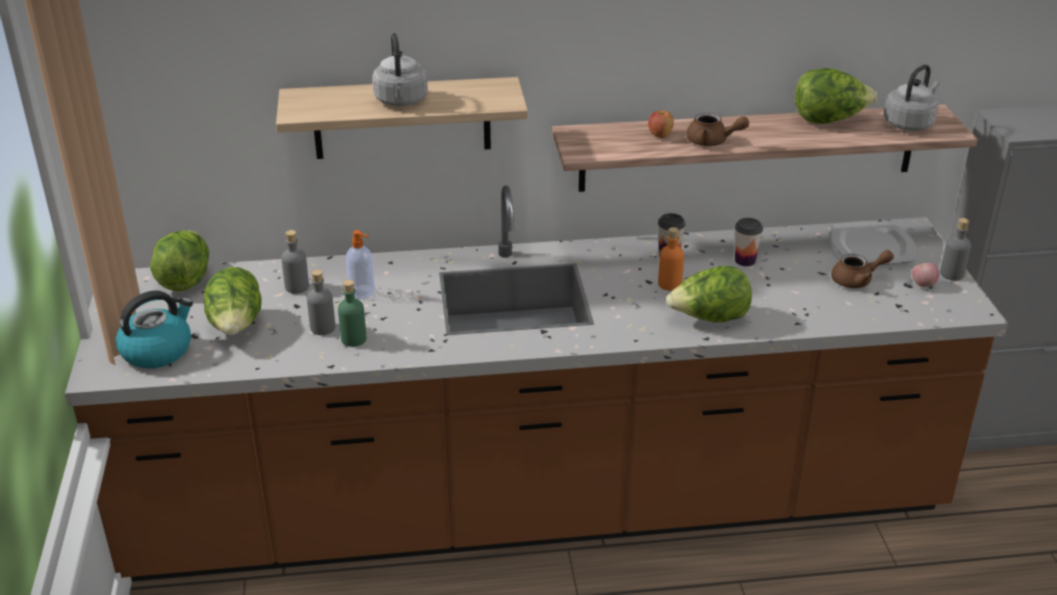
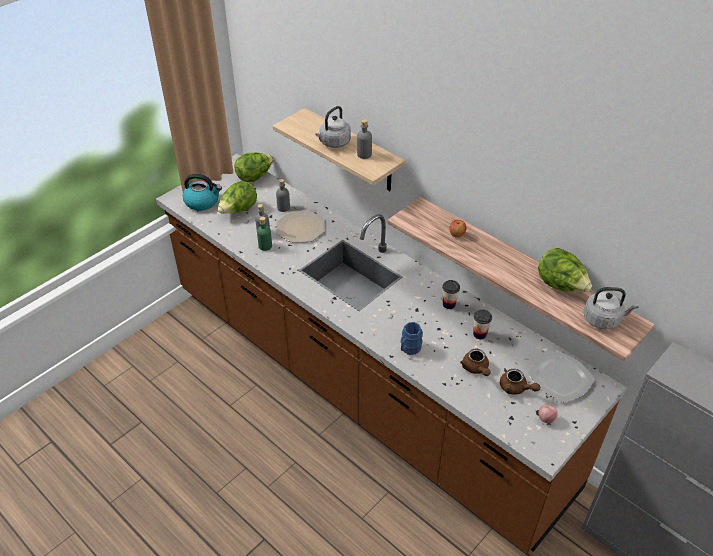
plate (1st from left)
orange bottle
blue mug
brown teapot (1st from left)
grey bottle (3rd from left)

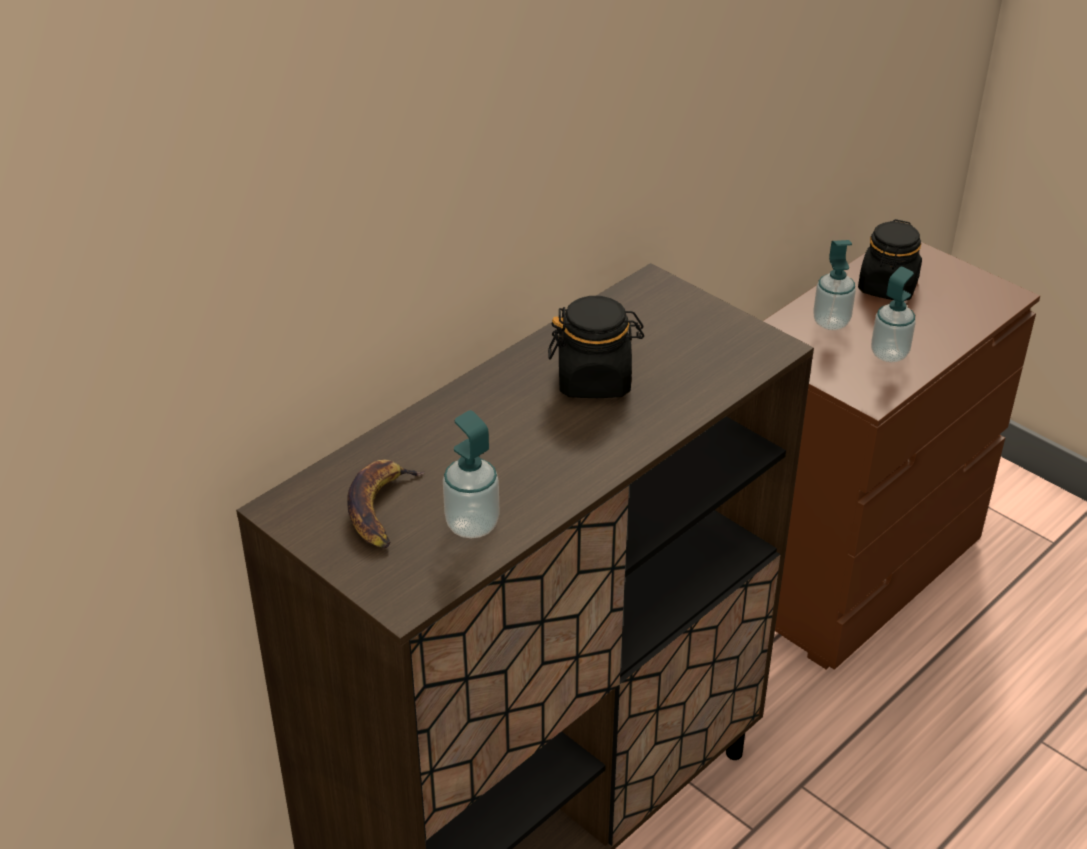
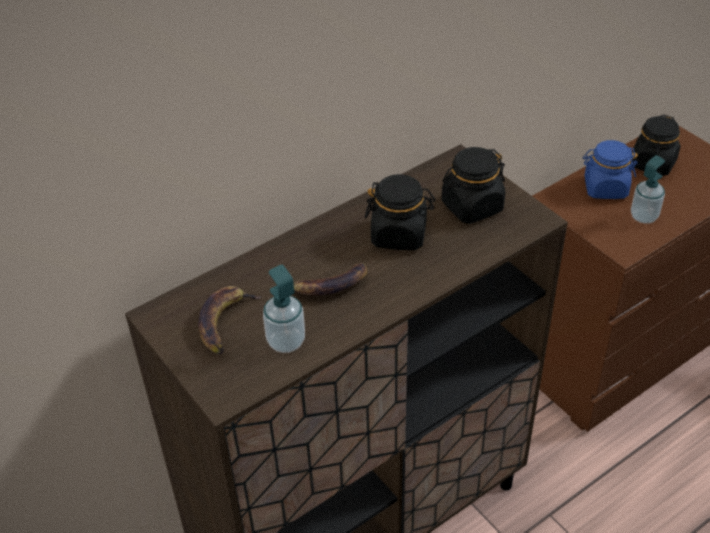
blue jar
banana (2nd from left)
black jar (2nd from left)

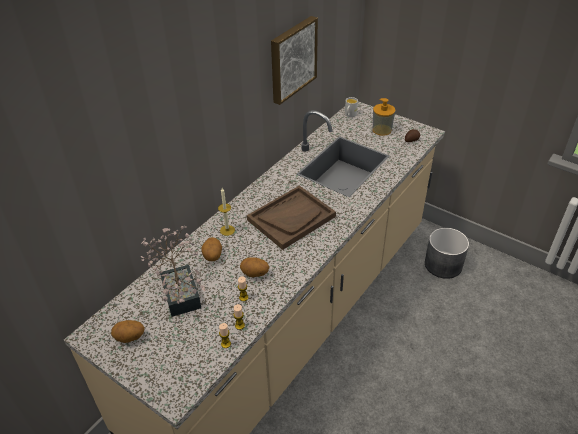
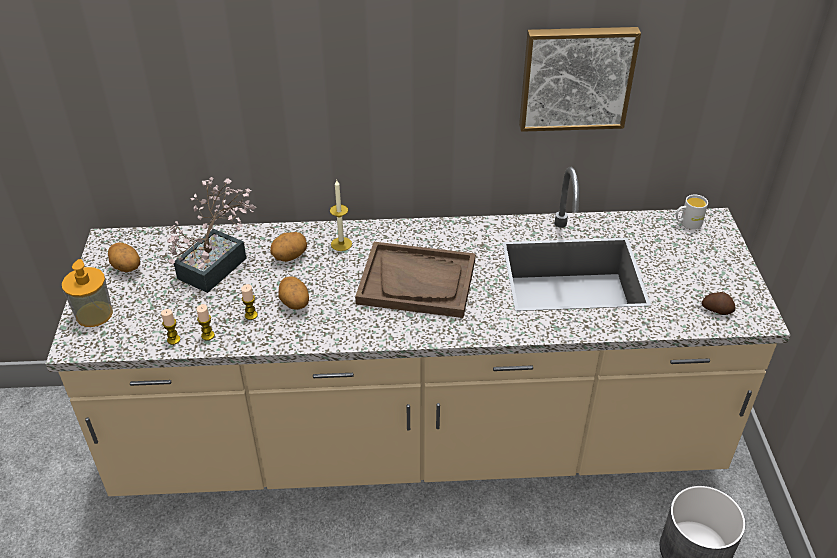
soap dispenser

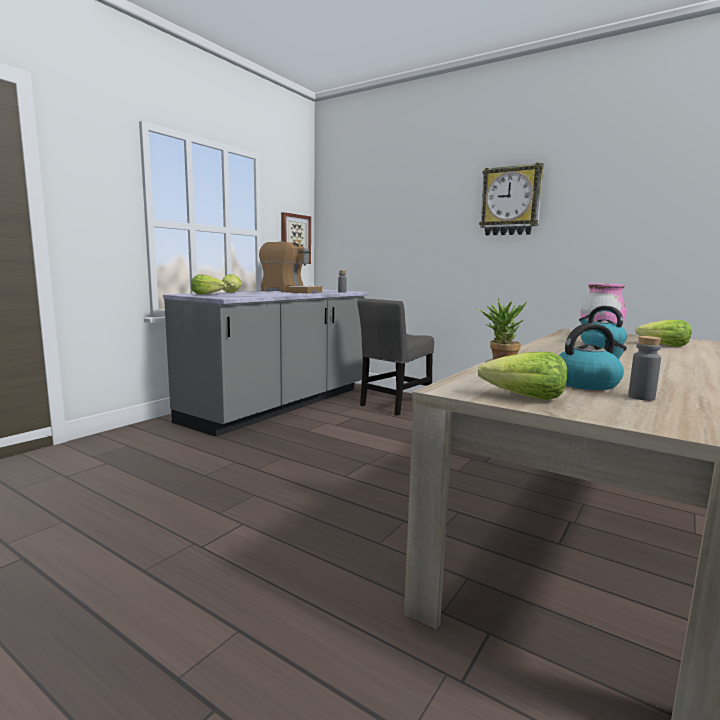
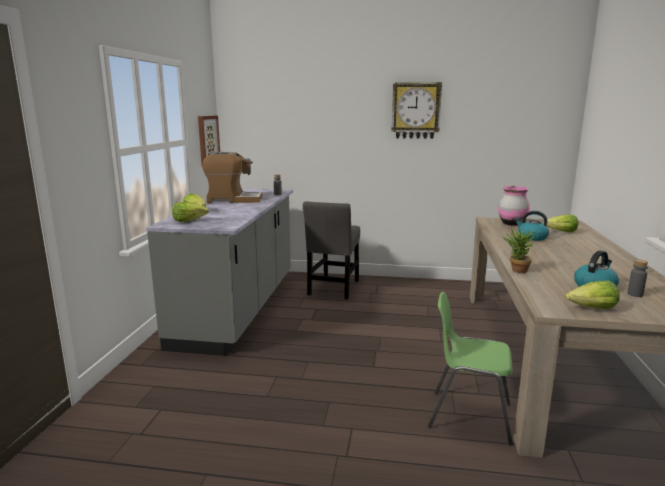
green chair

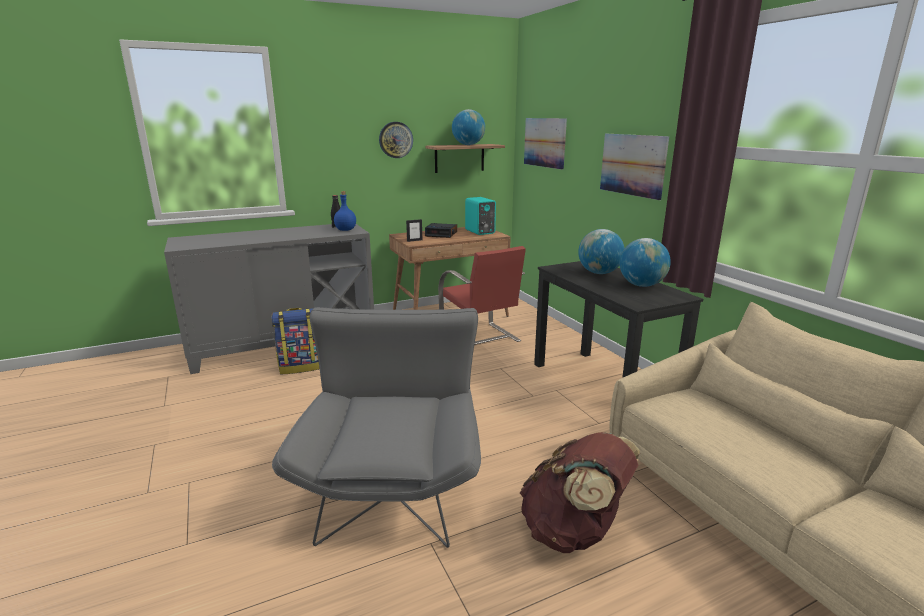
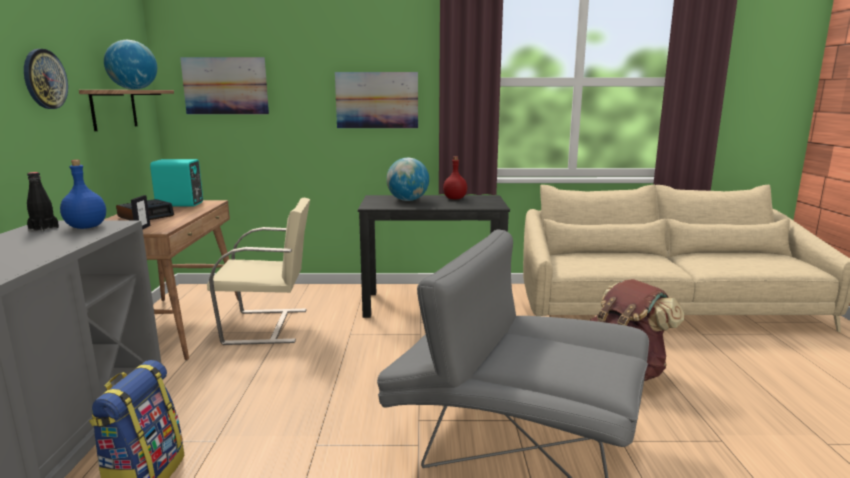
beige chair
red bottle

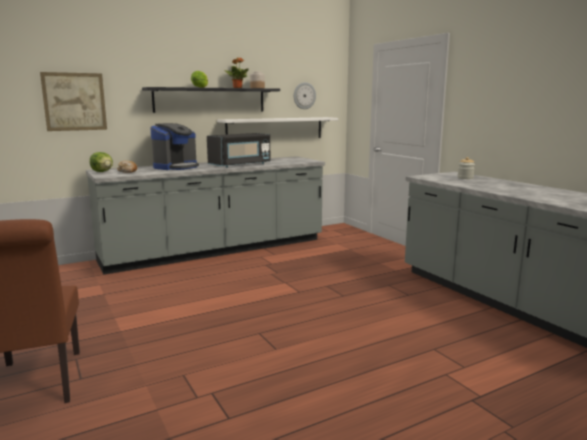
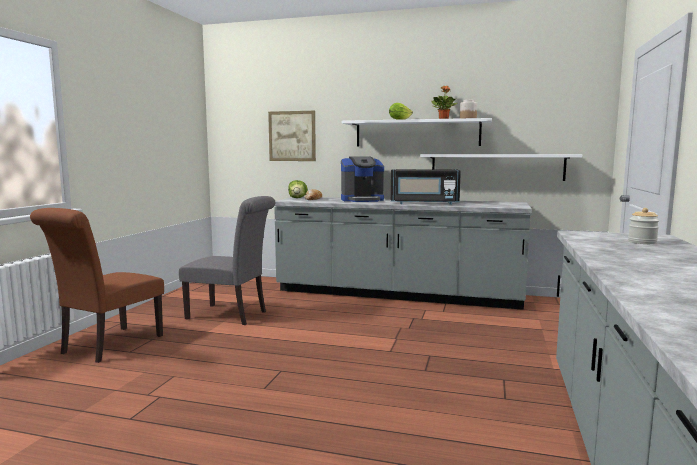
white shelf (1st from left)
wall clock
grey chair

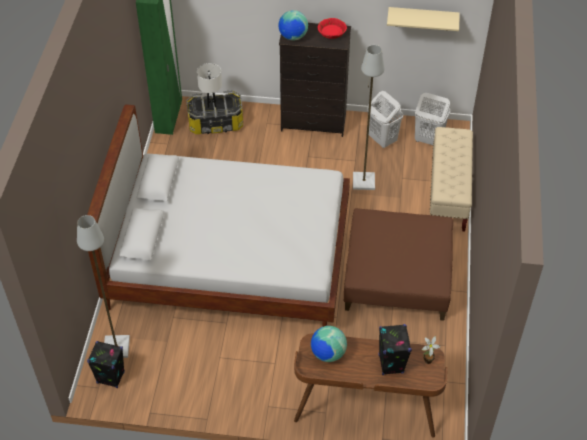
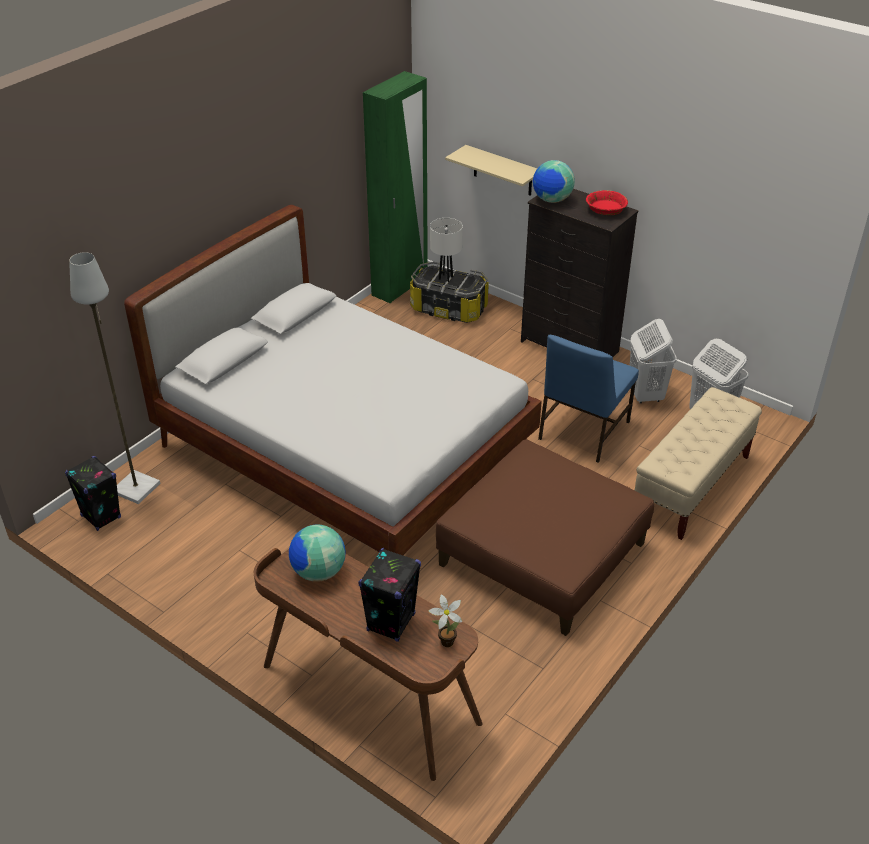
blue chair
beige shelf

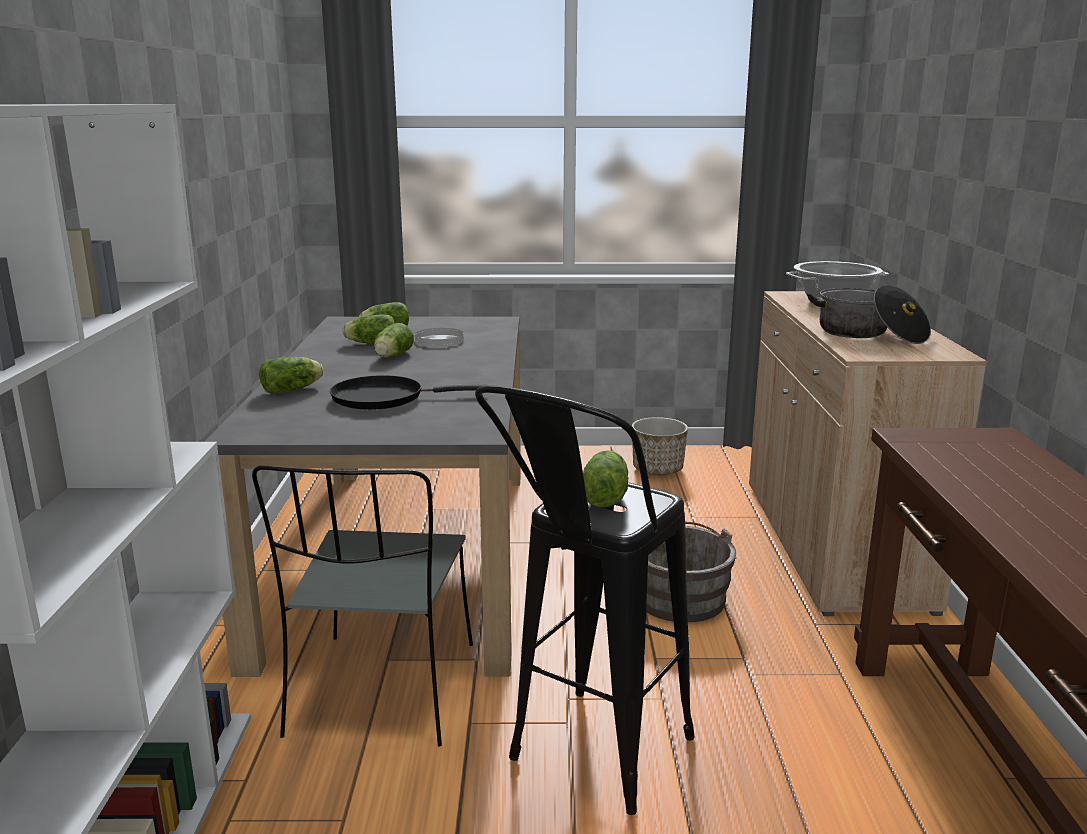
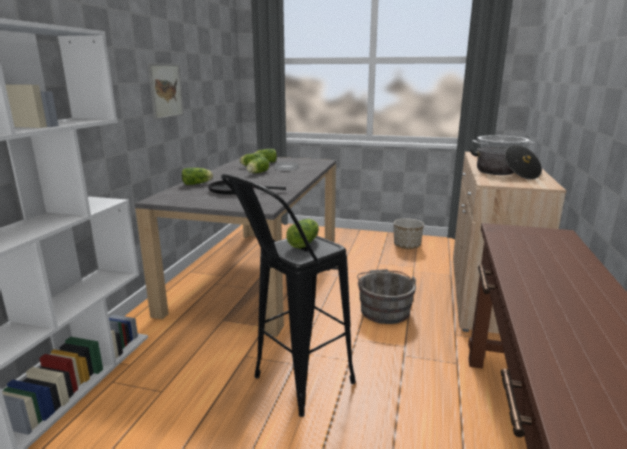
grey chair
picture

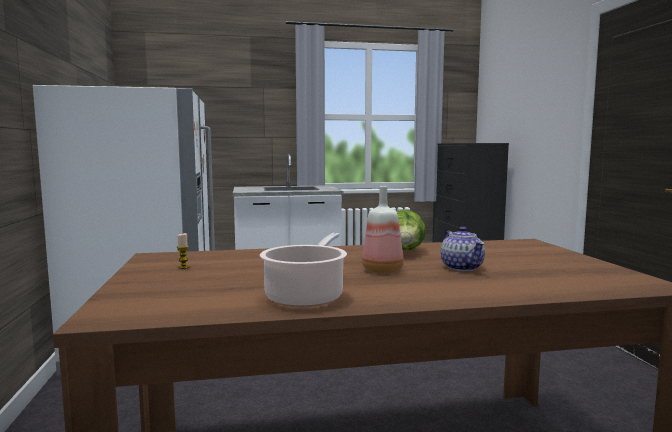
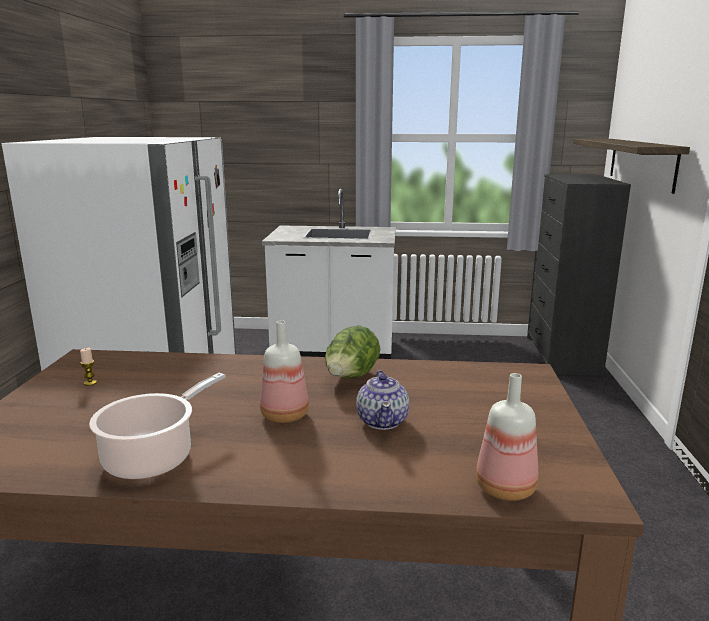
bottle (2nd from left)
shelf

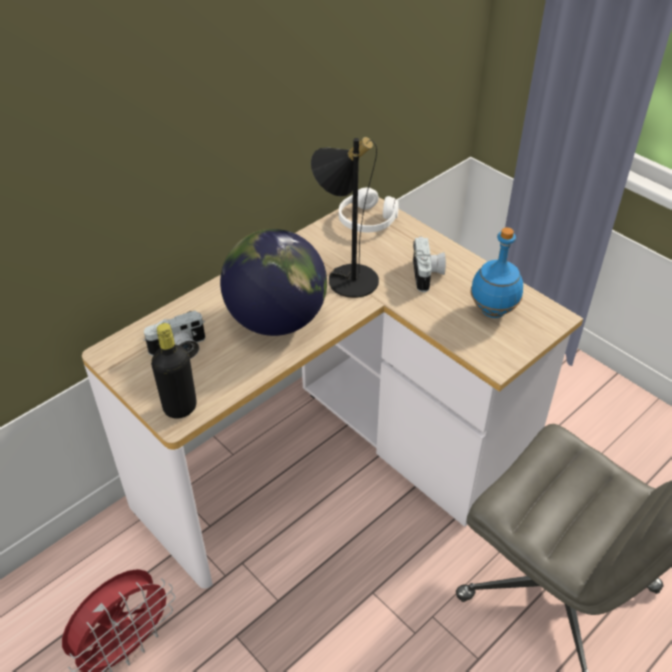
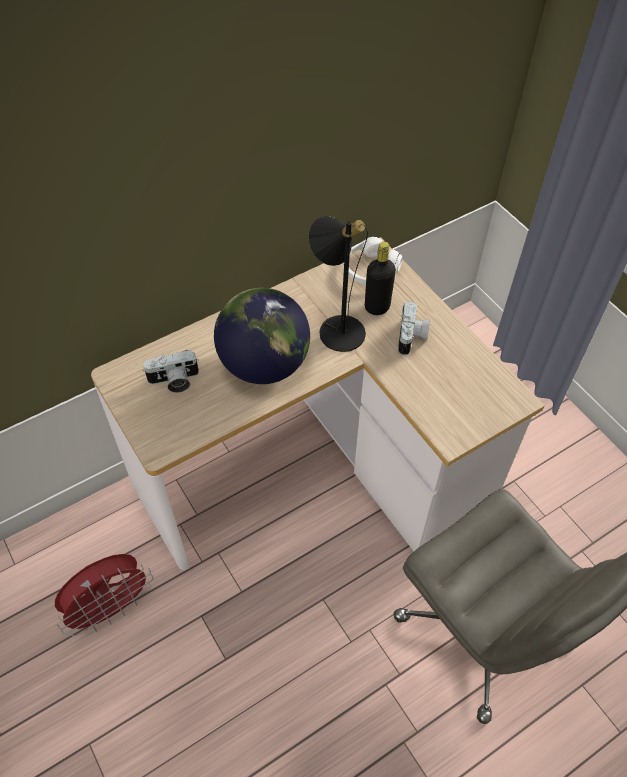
black bottle
blue bottle

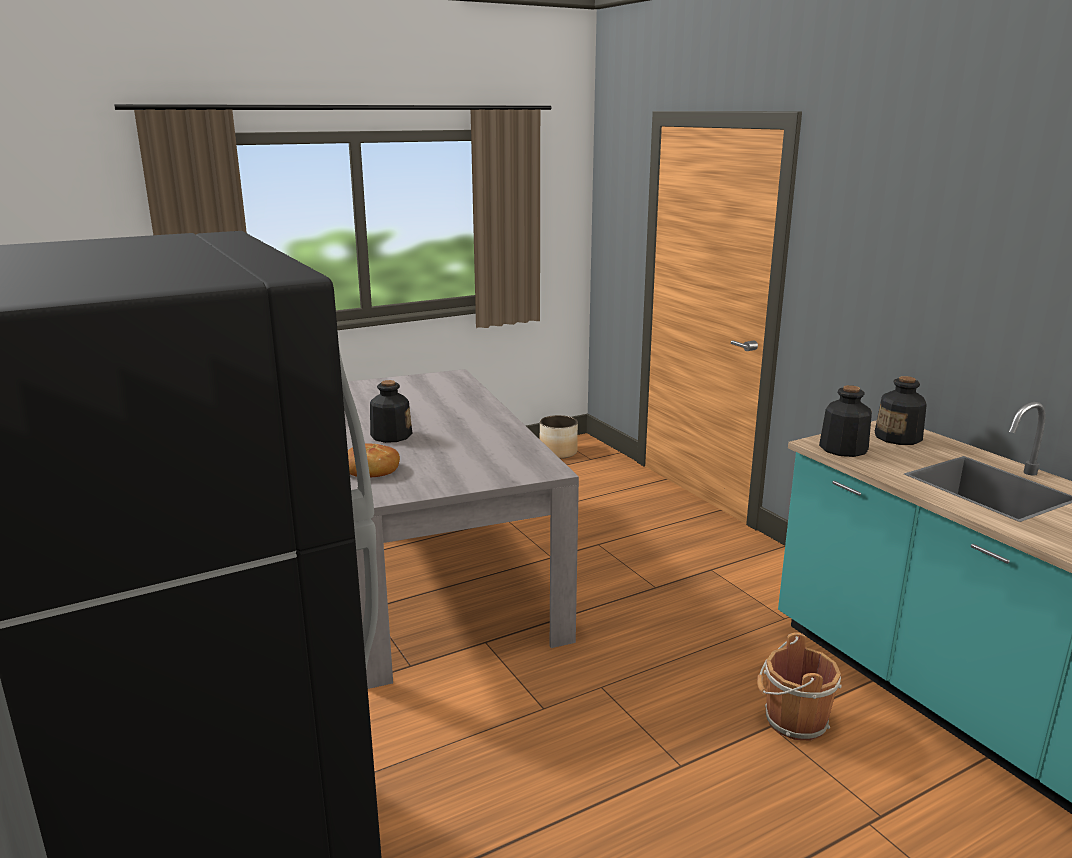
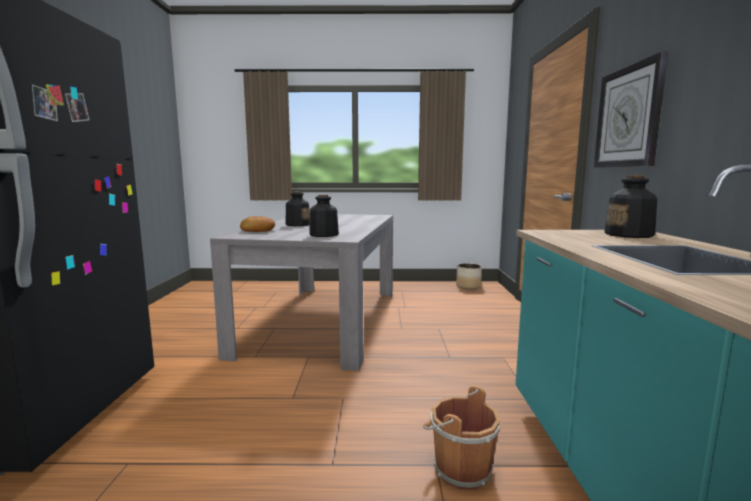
bottle (2nd from left)
wall clock

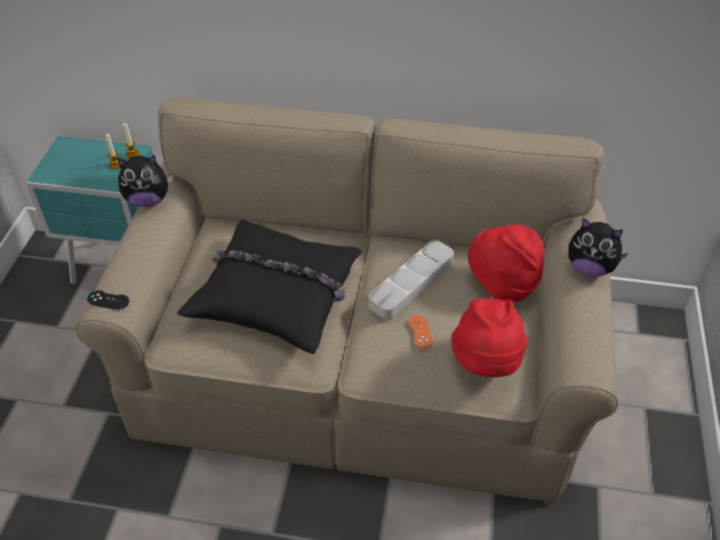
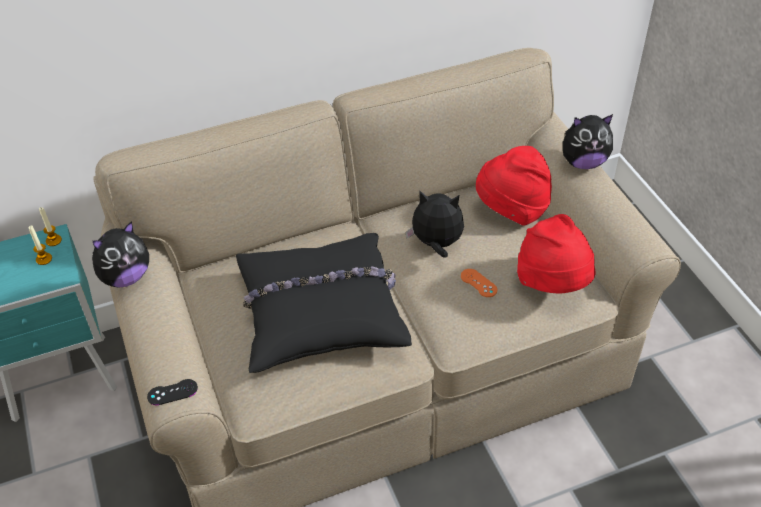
plush toy (2nd from left)

